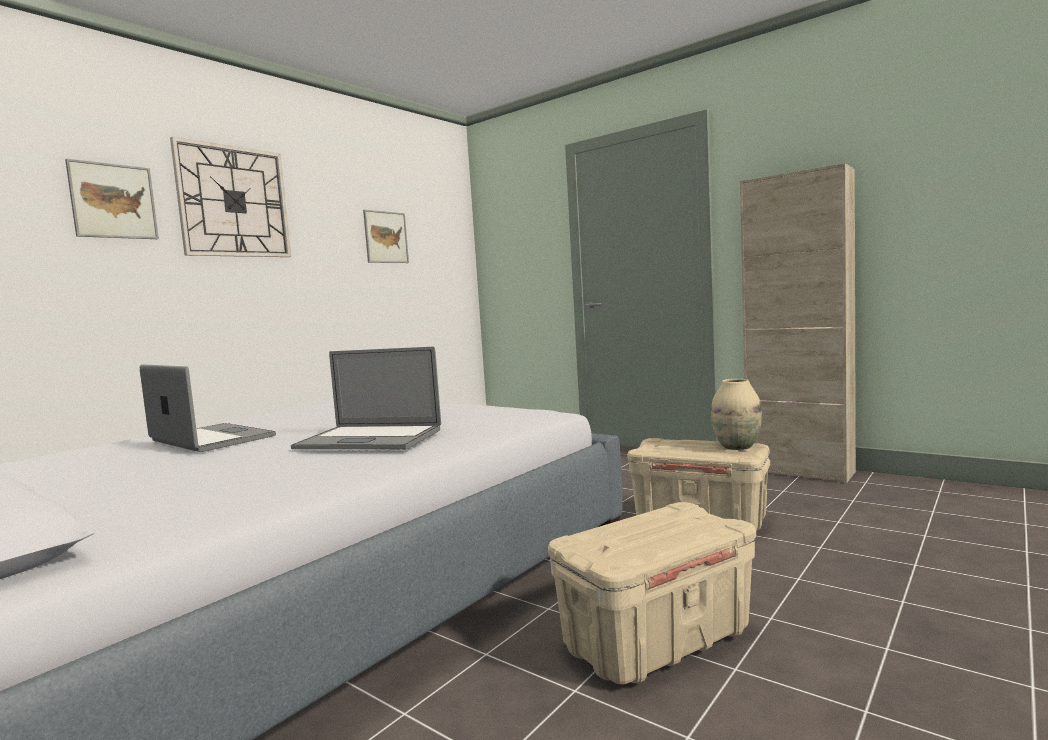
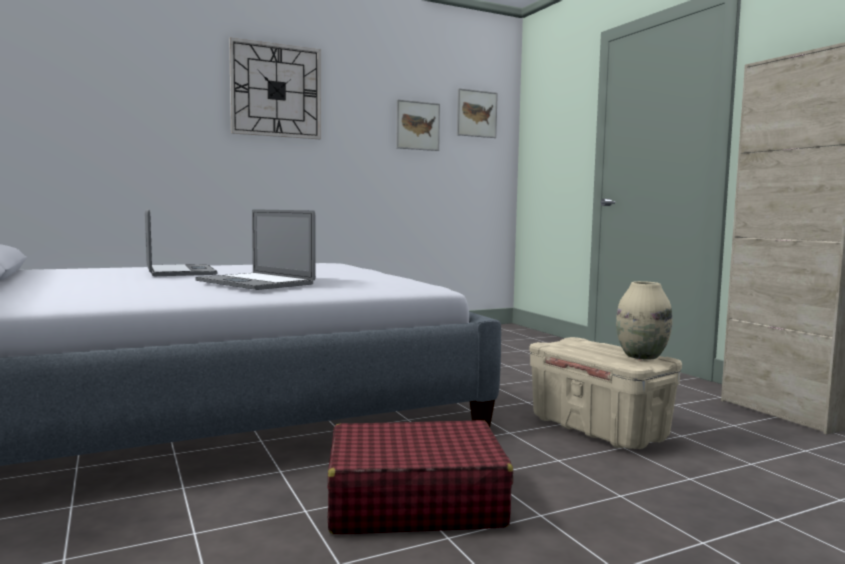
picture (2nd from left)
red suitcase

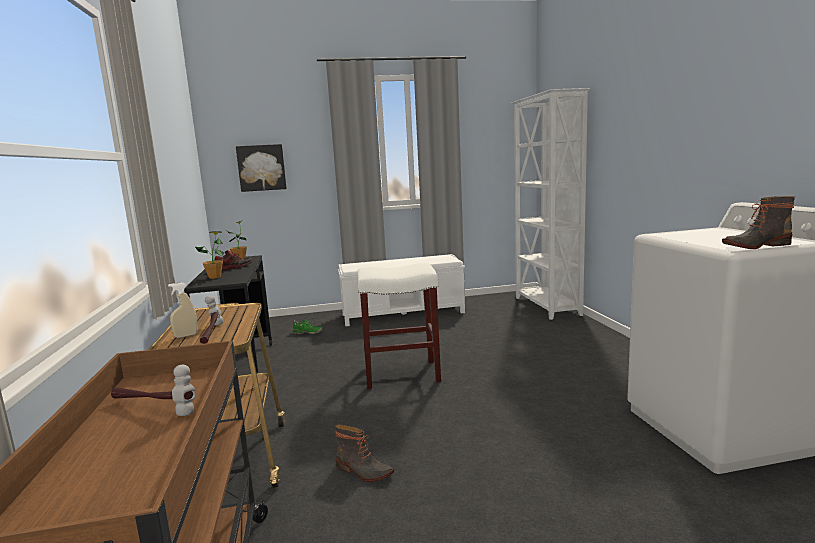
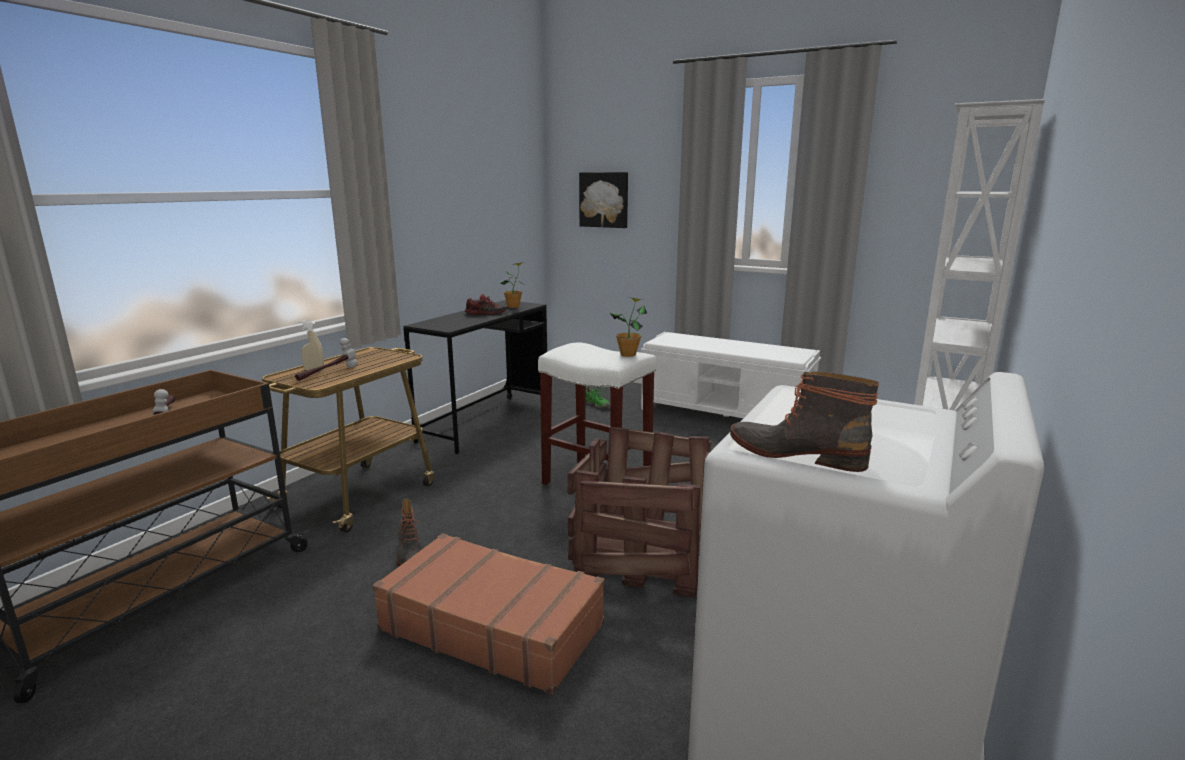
potted plant (2nd from left)
brown suitcase
crate

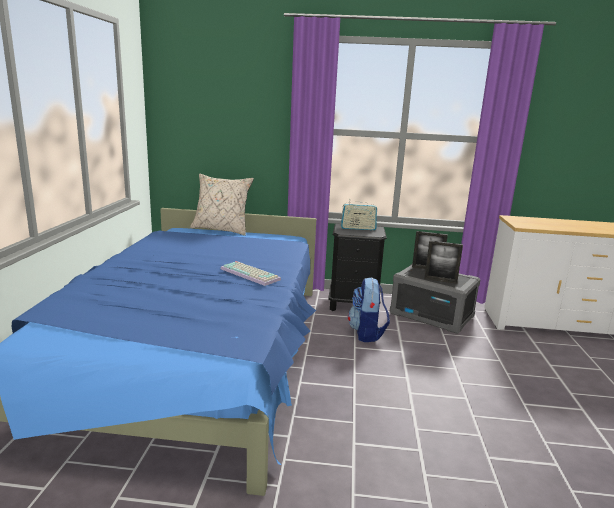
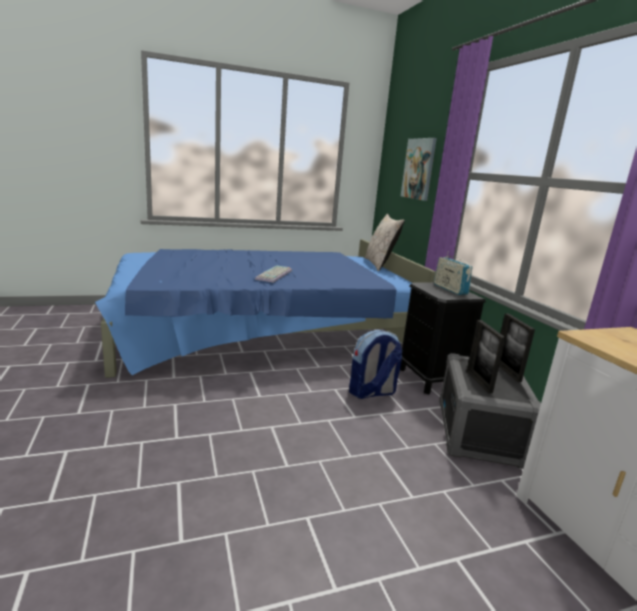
picture

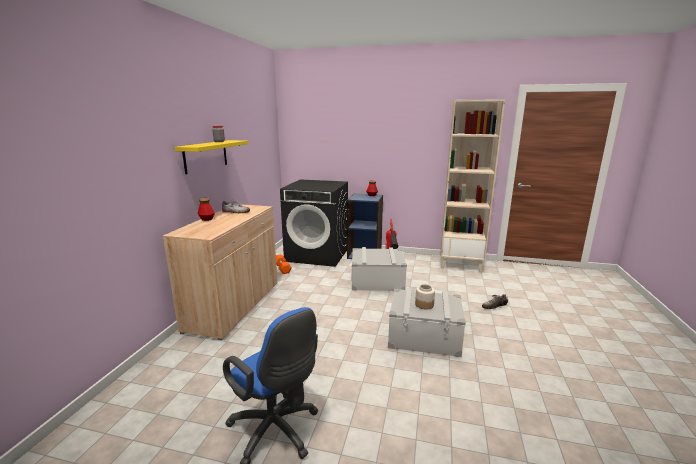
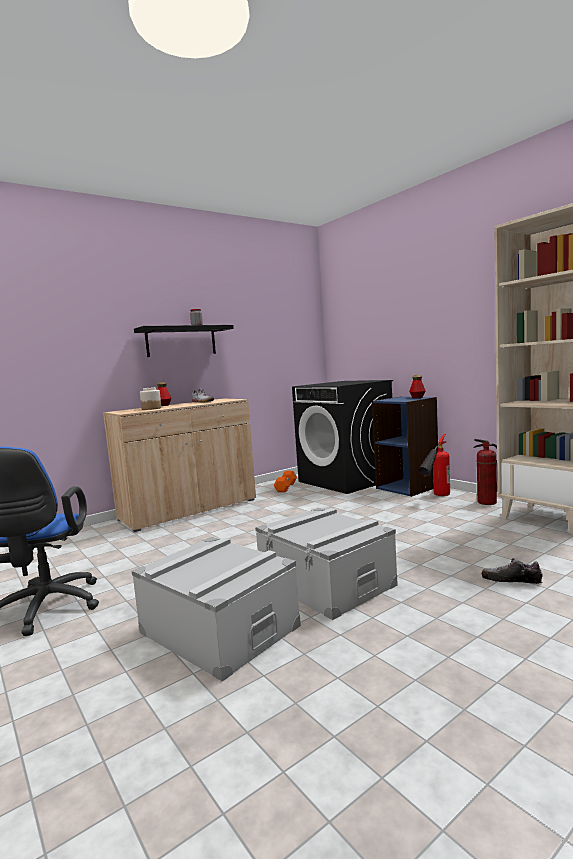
black shelf
grey storage box (1st from left)
jar (1st from left)
fire extinguisher (2nd from left)

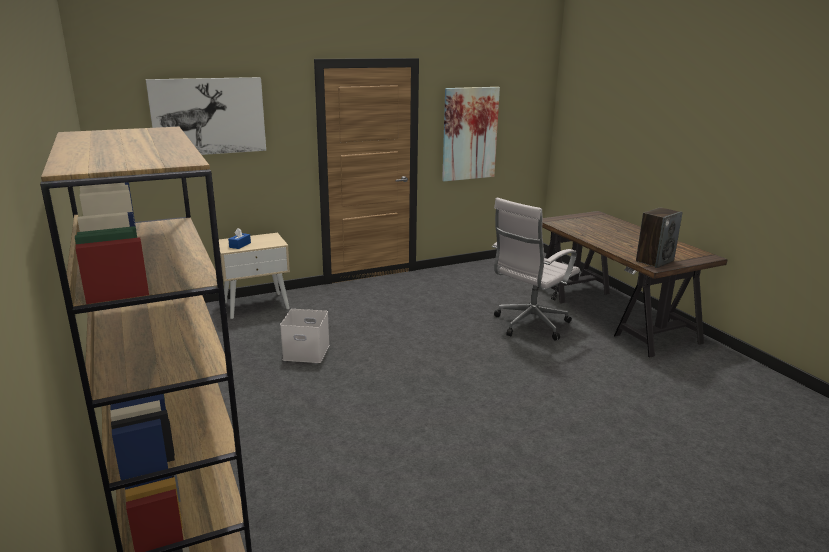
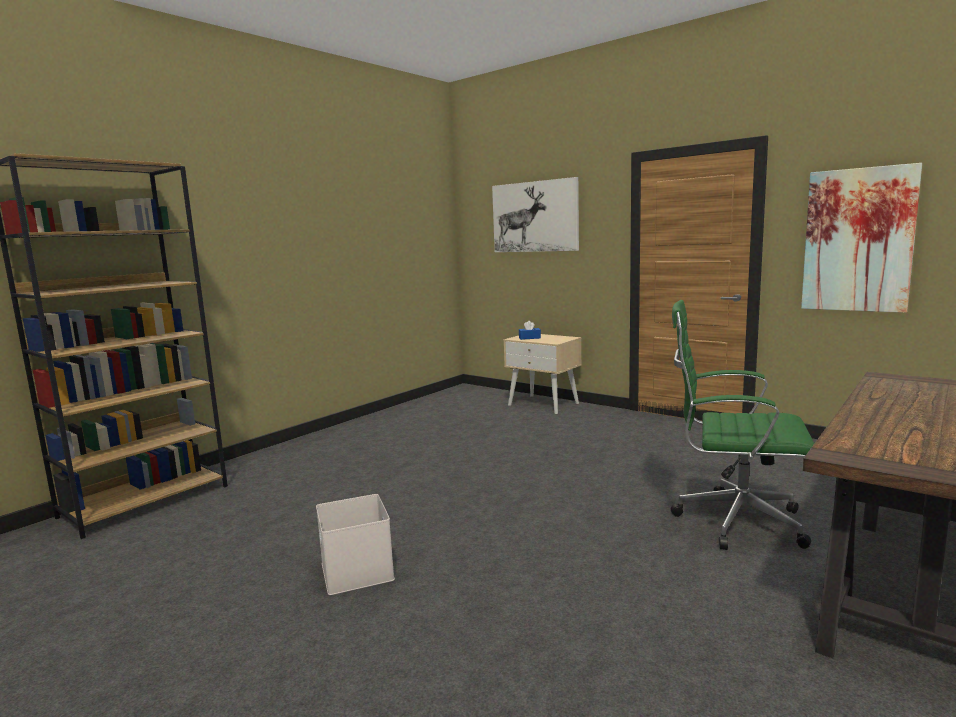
white storage box
green office chair
speaker

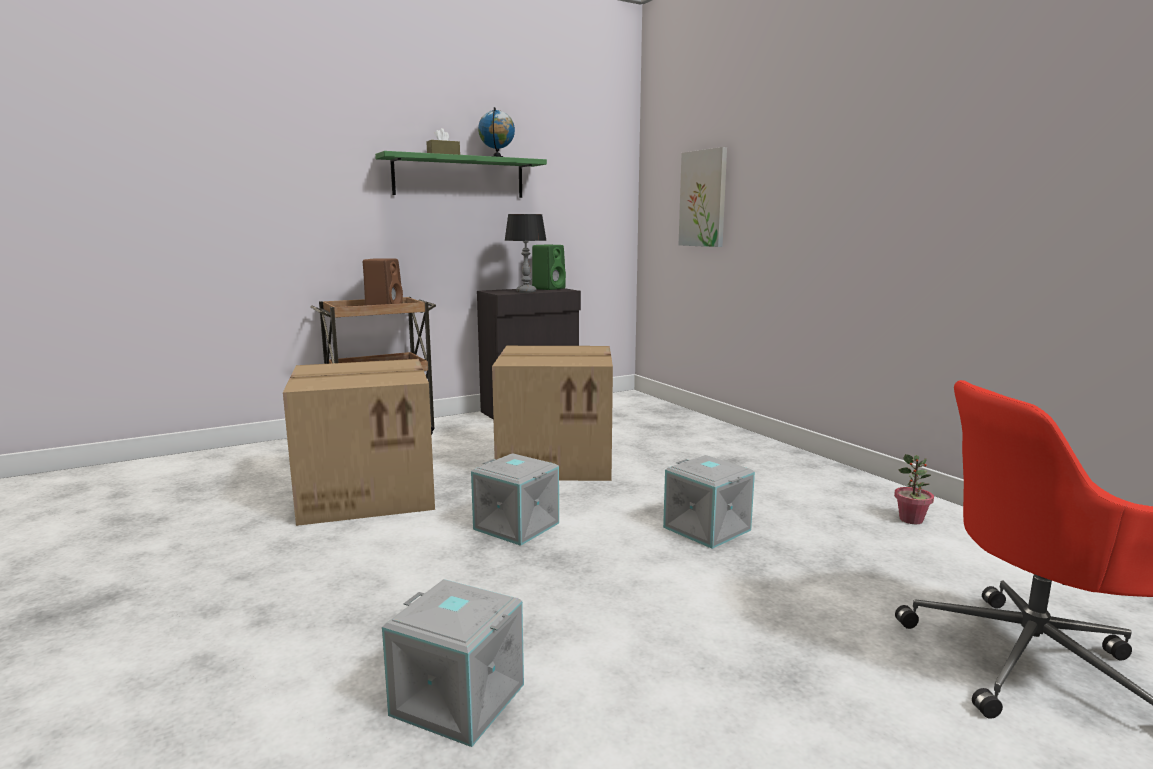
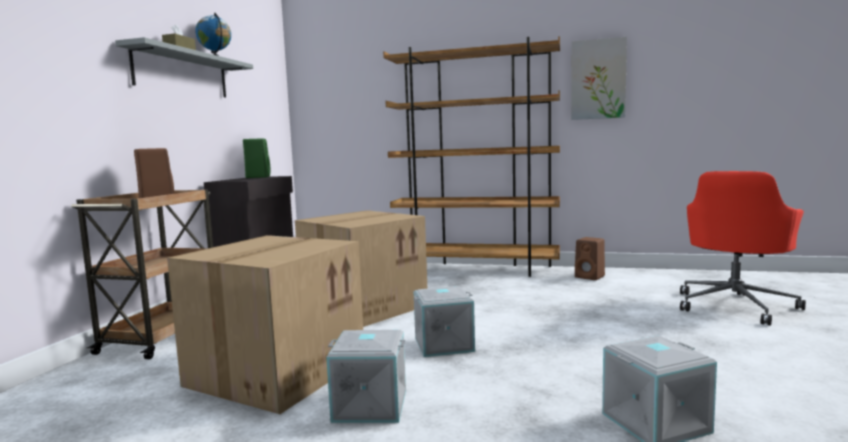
grey shelf
table lamp
grey storage box (1st from left)
picture
brown speaker (2nd from left)
brown bookcase

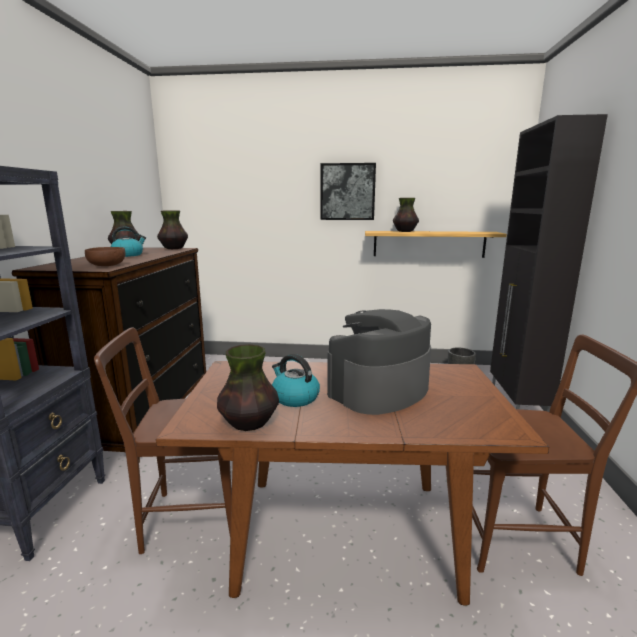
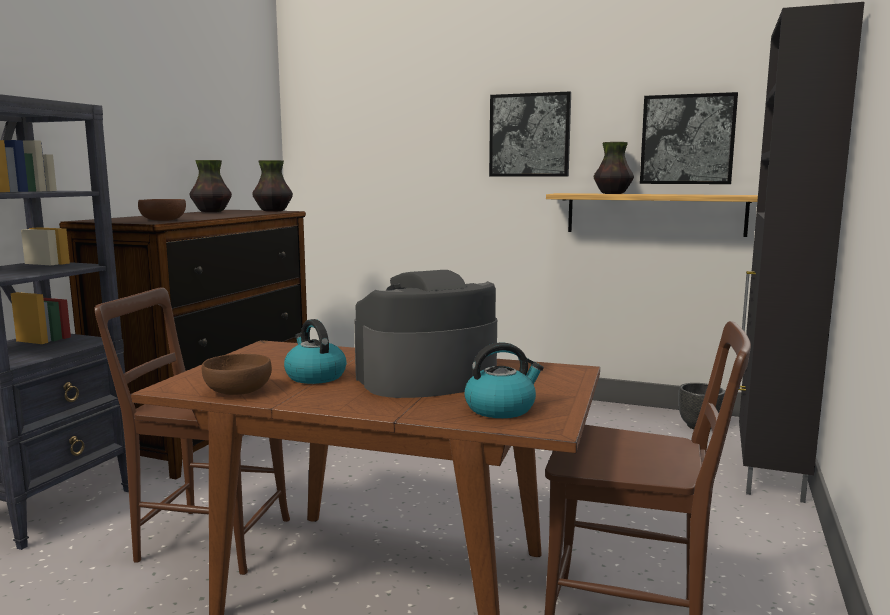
kettle (2nd from left)
brown bowl (2nd from left)
picture (2nd from left)

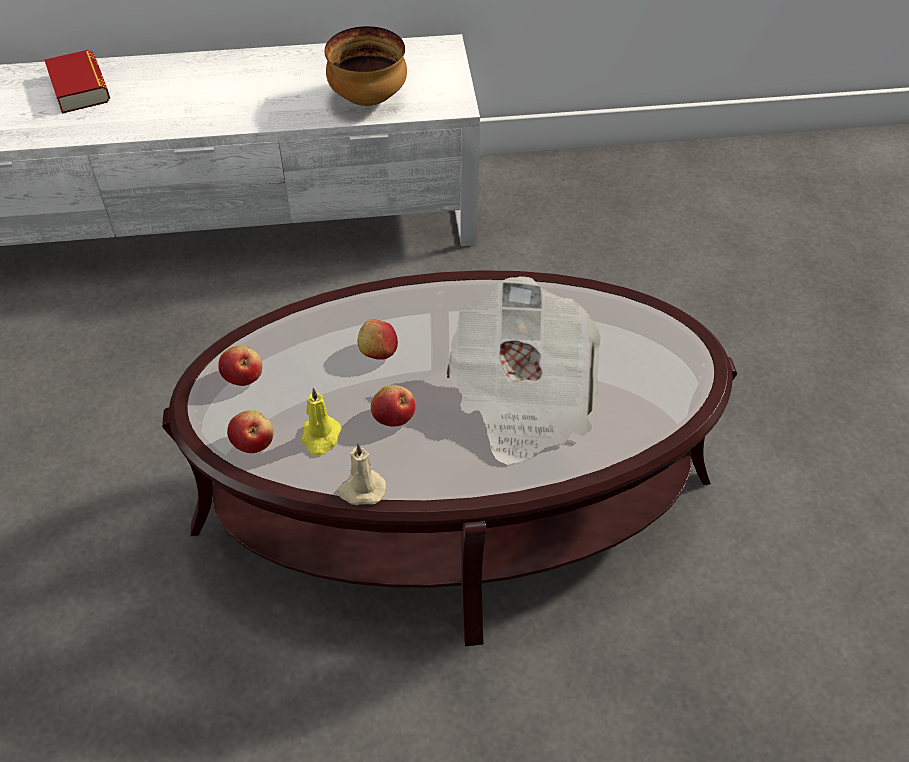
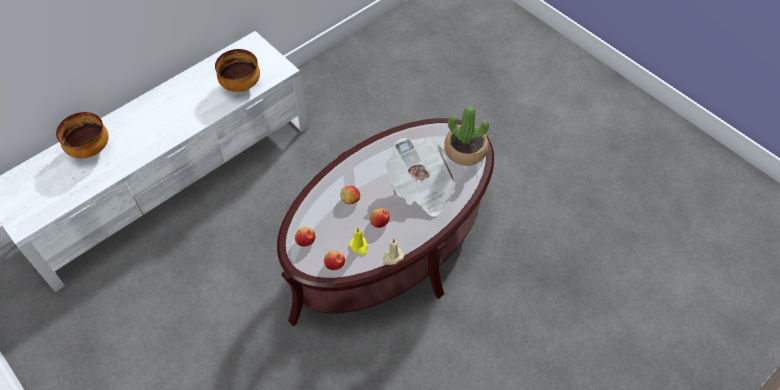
bowl (1st from left)
potted plant

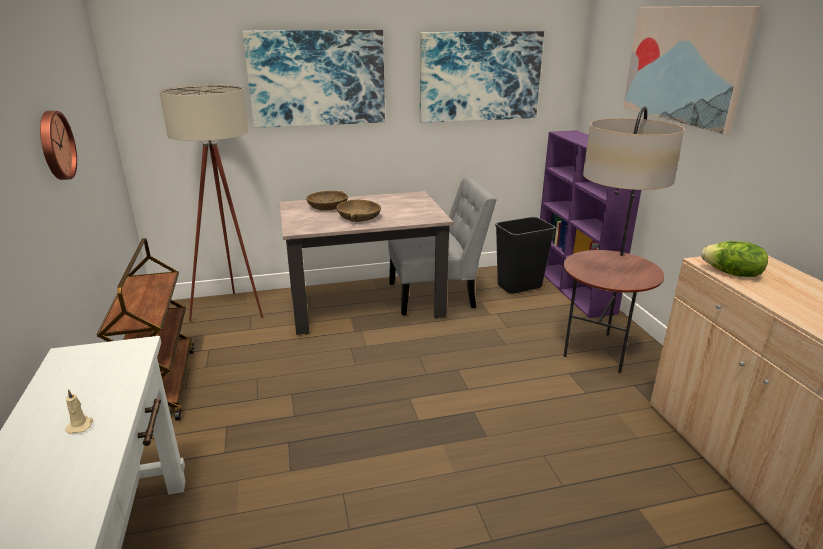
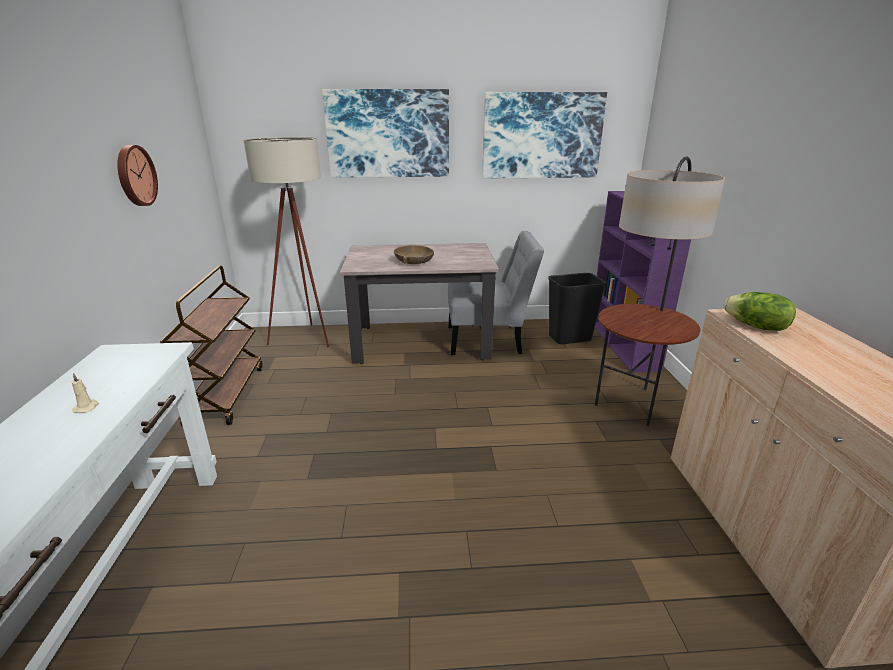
brown bowl (1st from left in the first image)
picture (3rd from left in the first image)

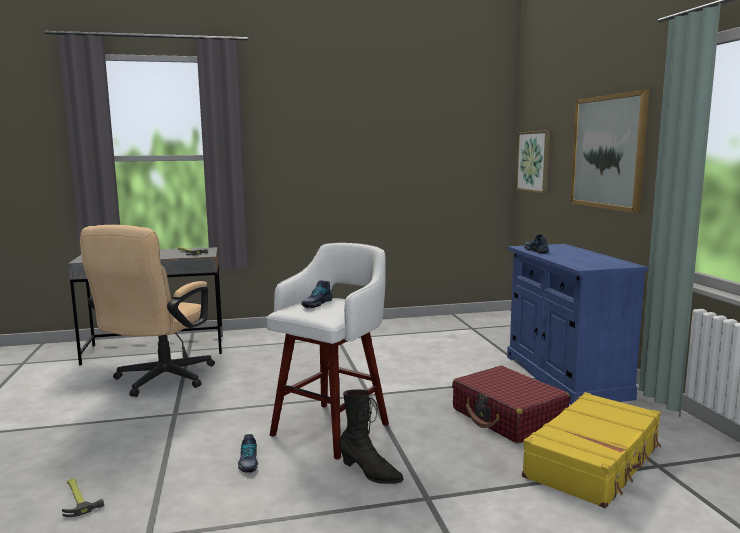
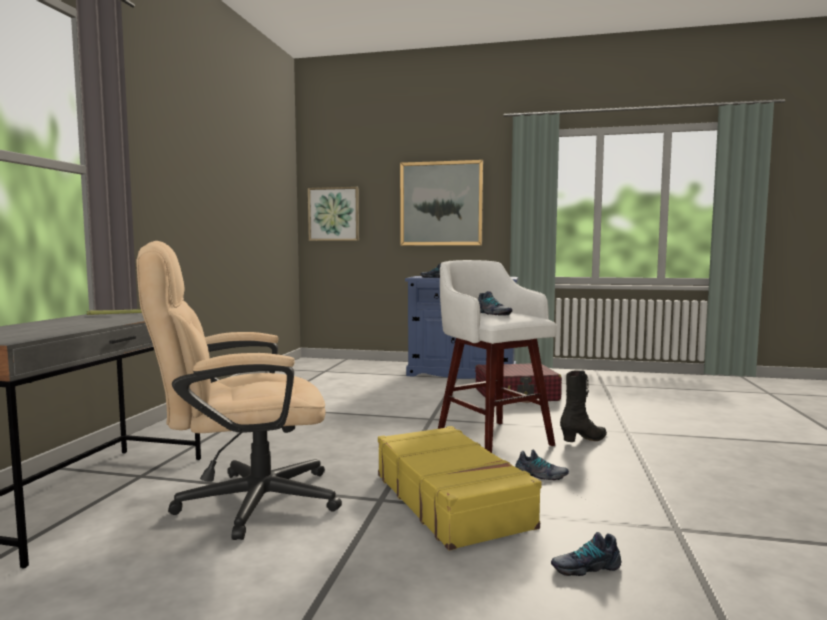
shoe (4th from left)
beige office chair
yellow suitcase

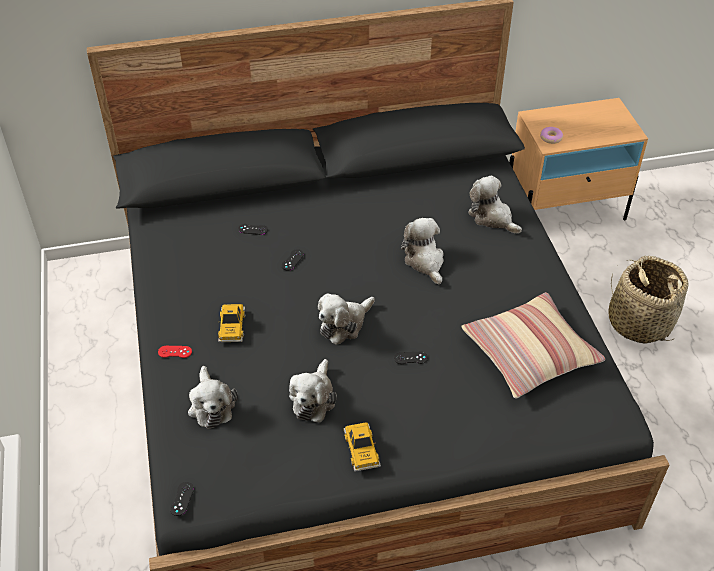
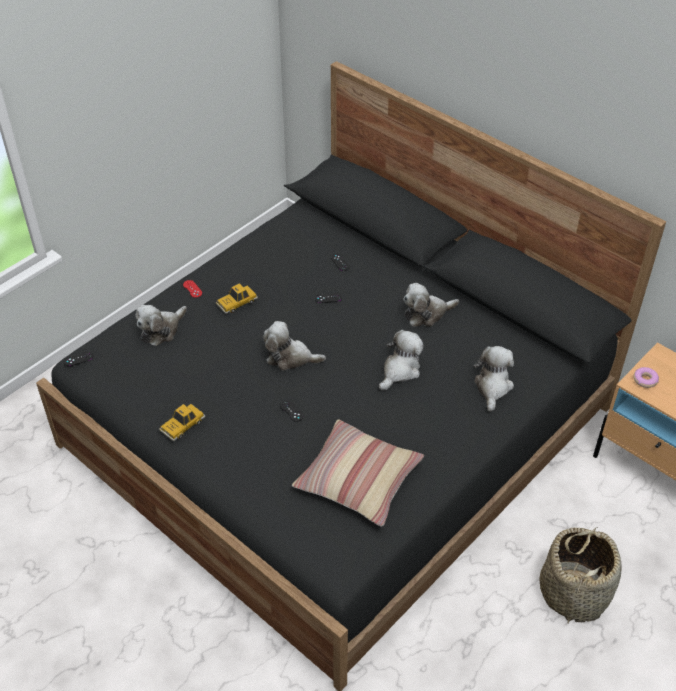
plush toy (4th from left)

